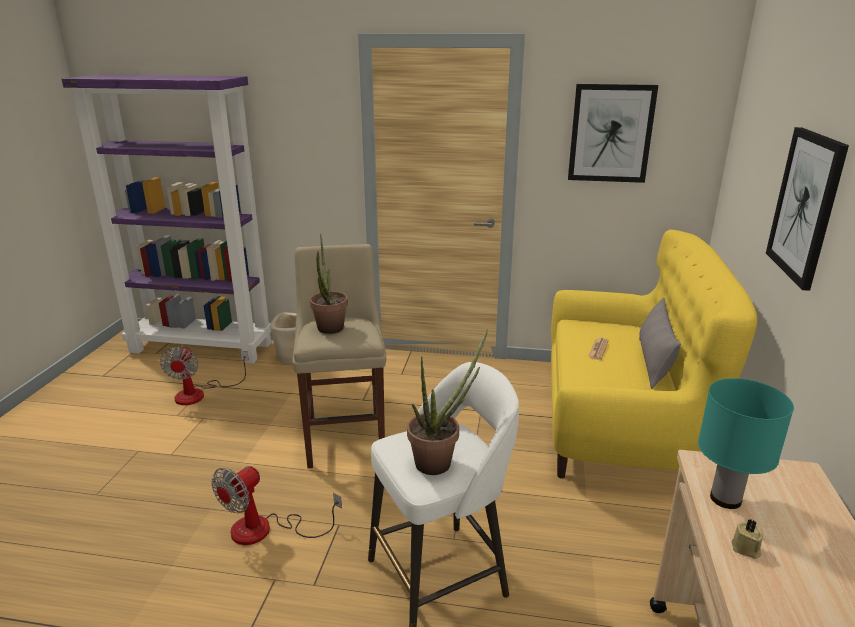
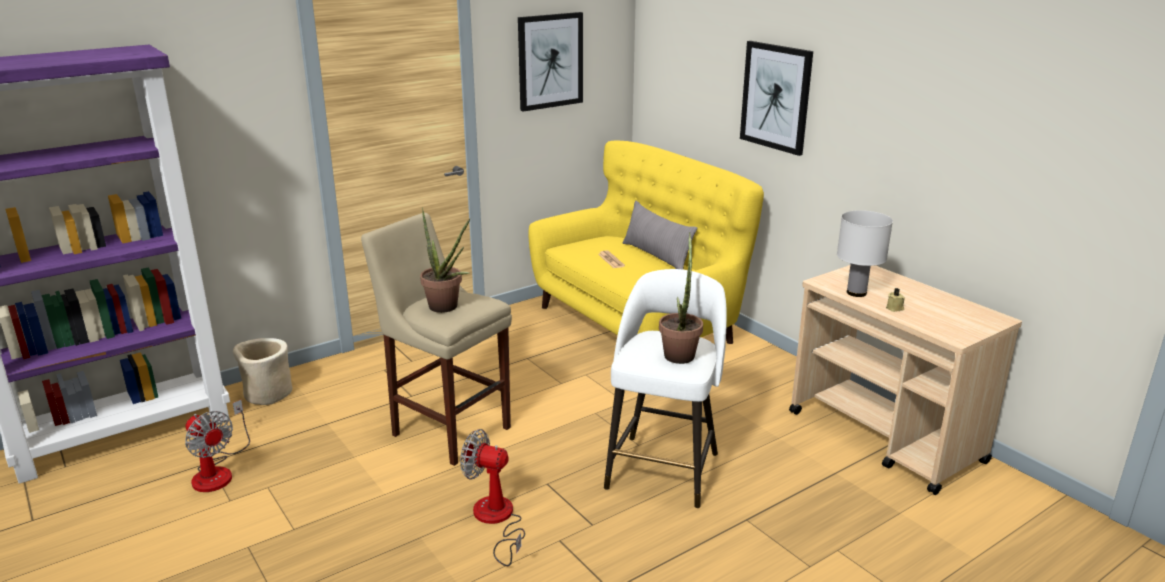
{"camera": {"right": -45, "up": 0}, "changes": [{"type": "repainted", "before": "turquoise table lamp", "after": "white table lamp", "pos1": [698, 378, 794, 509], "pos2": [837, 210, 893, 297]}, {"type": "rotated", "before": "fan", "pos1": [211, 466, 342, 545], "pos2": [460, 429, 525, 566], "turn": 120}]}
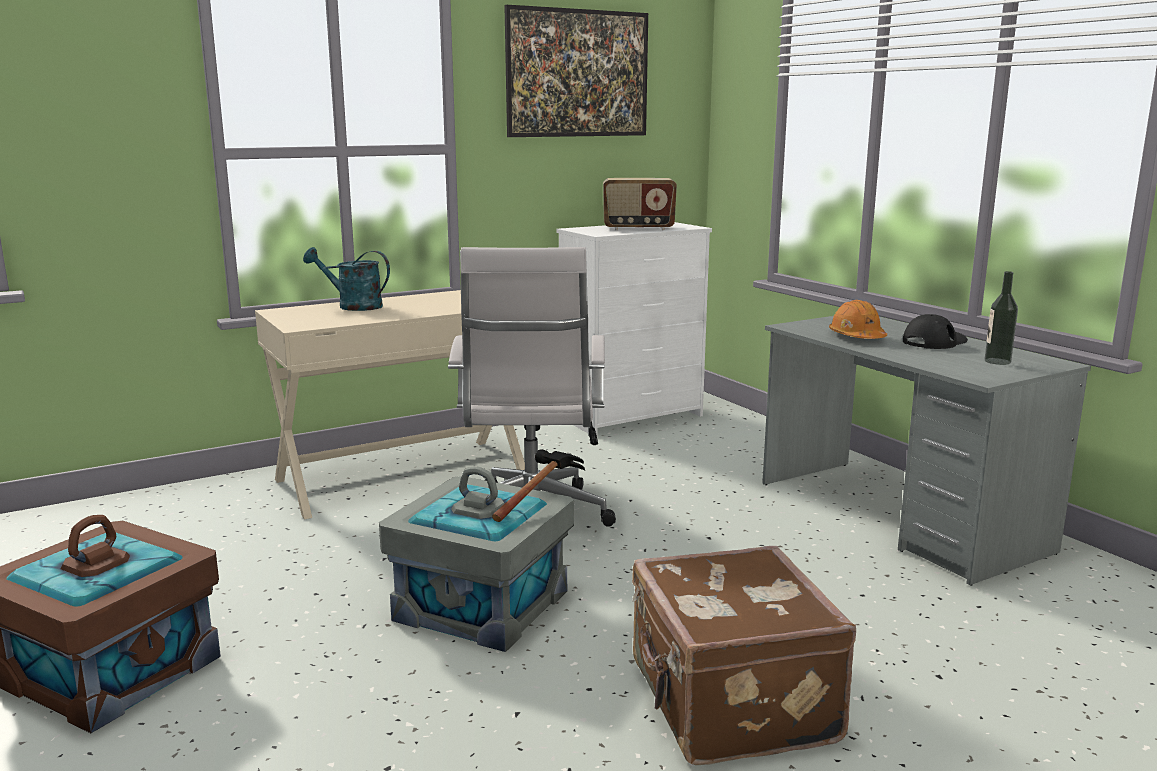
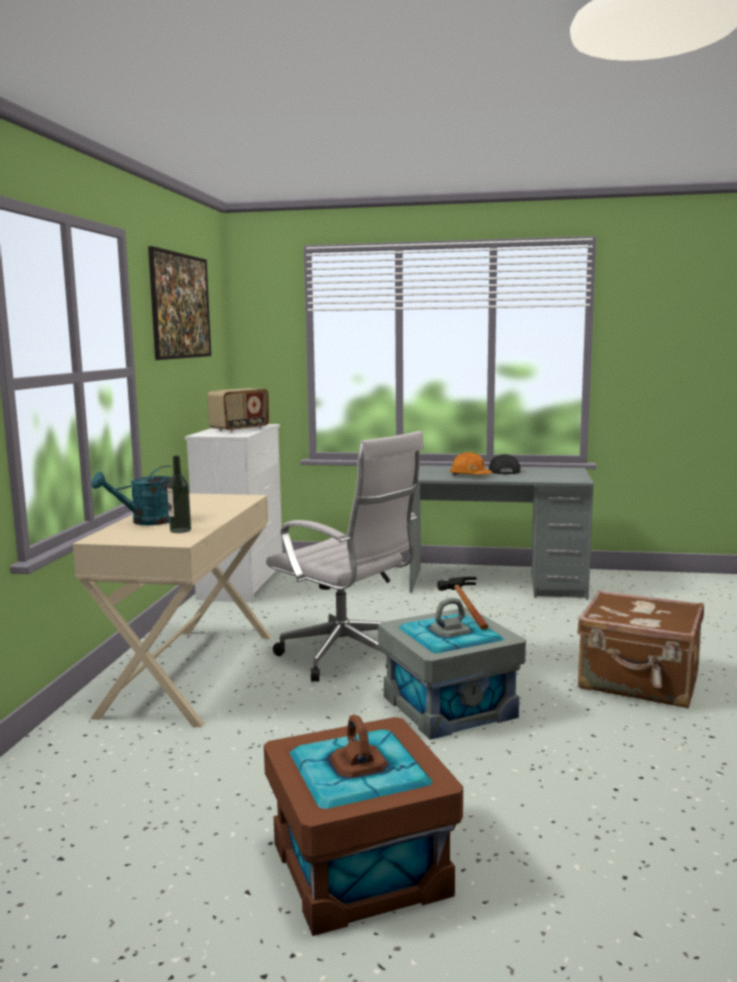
{"camera": {"right": -50, "up": -5}, "changes": [{"type": "shifted", "before": "bottle", "pos1": [985, 271, 1018, 365], "pos2": [167, 455, 191, 533]}]}
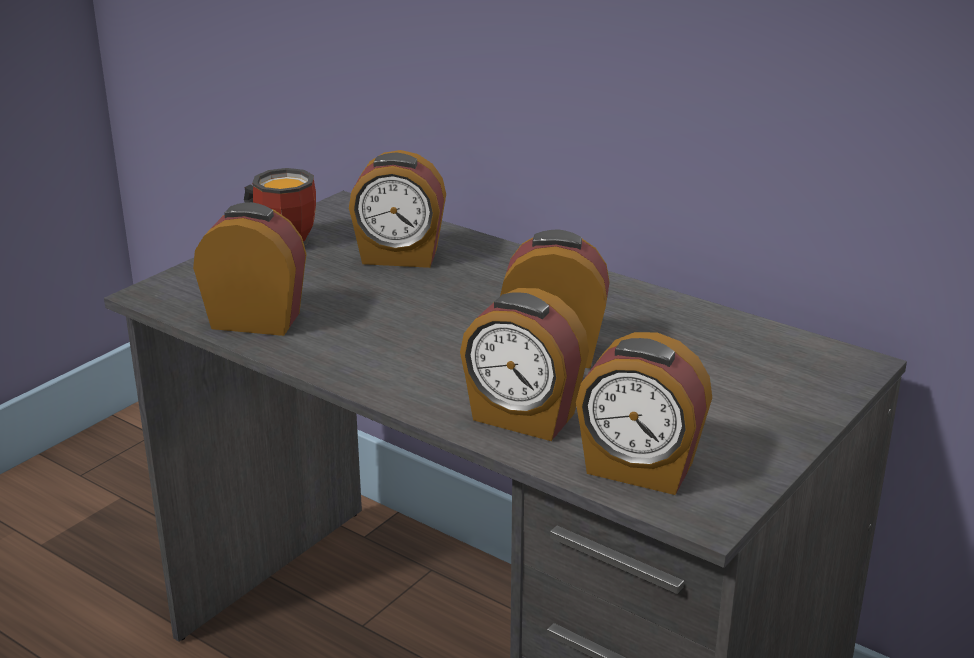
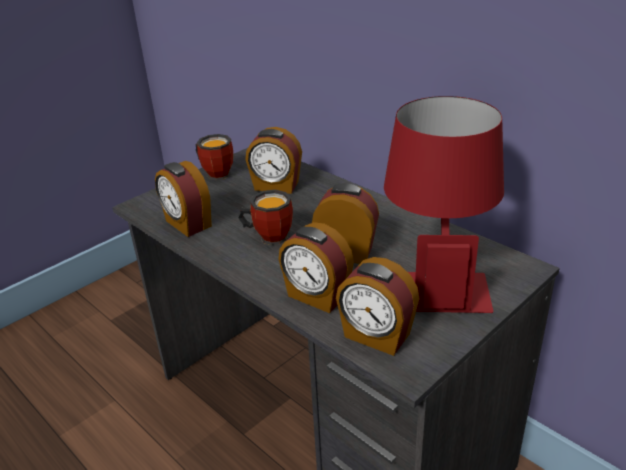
{"camera": {"right": 10, "up": 5}, "changes": [{"type": "rotated", "before": "alarm clock", "pos1": [193, 202, 307, 336], "pos2": [155, 161, 212, 237], "turn": -150}, {"type": "new", "after": "red table lamp", "pos2": [384, 96, 504, 313]}, {"type": "new", "after": "mug", "pos2": [238, 190, 293, 245]}]}
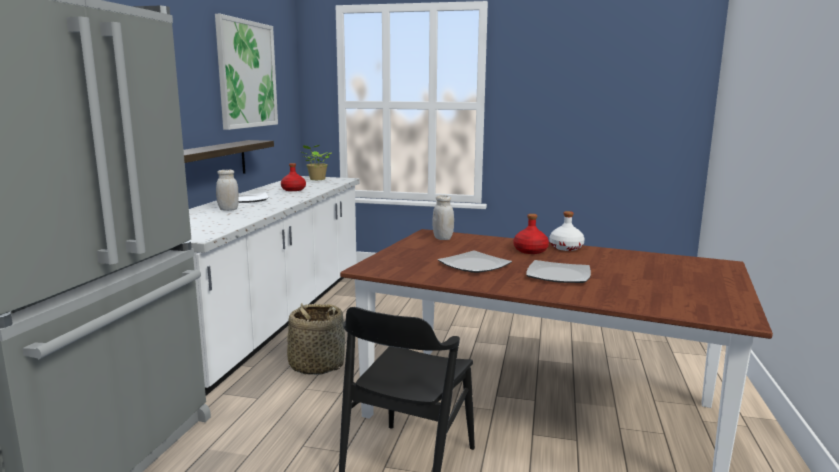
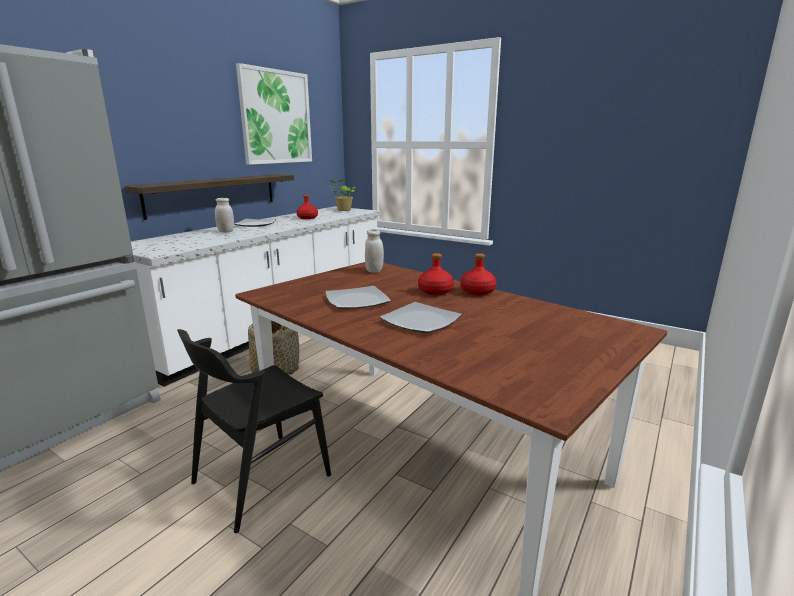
{"camera": {"right": 20, "up": 5}, "changes": [{"type": "repainted", "before": "white bottle", "after": "red bottle", "pos1": [549, 211, 585, 251], "pos2": [460, 253, 497, 296]}]}
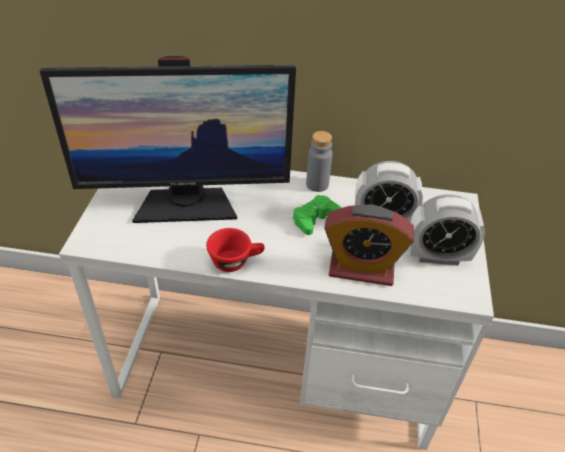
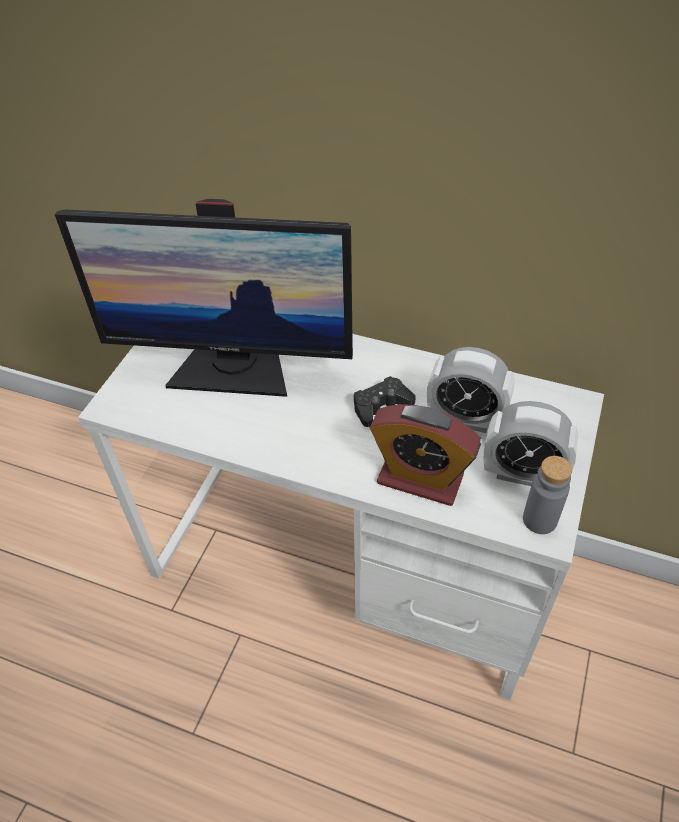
{"camera": {"right": 15, "up": 5}, "changes": [{"type": "shifted", "before": "grey bottle", "pos1": [306, 131, 333, 192], "pos2": [523, 456, 572, 534]}, {"type": "repainted", "before": "green game controller", "after": "black game controller", "pos1": [293, 195, 342, 235], "pos2": [354, 376, 416, 427]}, {"type": "gone", "before": "red cup", "pos1": [206, 228, 265, 272]}]}
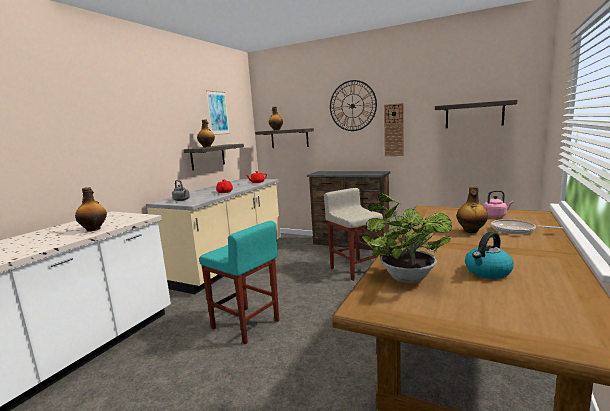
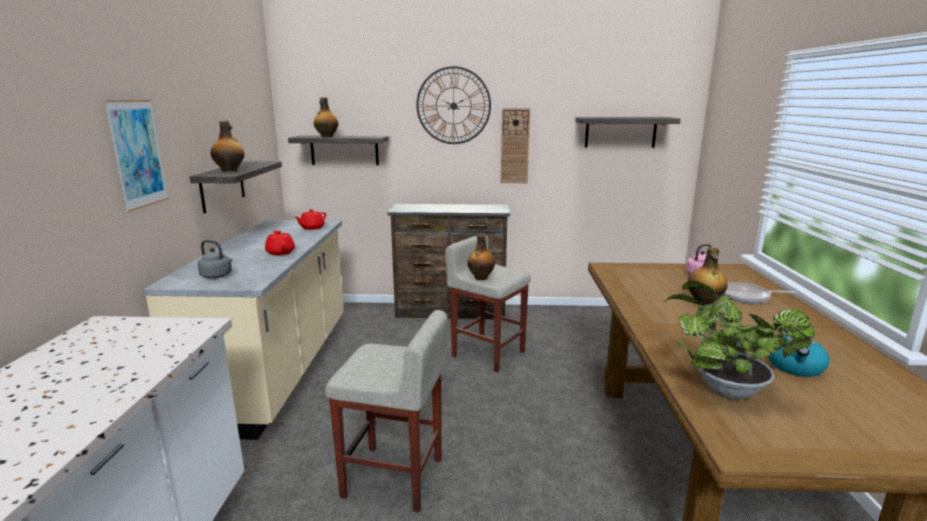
{"camera": {"right": -25, "up": 5}, "changes": [{"type": "shifted", "before": "picture", "pos1": [206, 90, 230, 135], "pos2": [103, 100, 169, 212]}, {"type": "shifted", "before": "bottle", "pos1": [75, 187, 107, 232], "pos2": [467, 234, 495, 280]}, {"type": "repainted", "before": "turquoise stool", "after": "beige stool", "pos1": [199, 221, 279, 344], "pos2": [325, 310, 448, 512]}]}
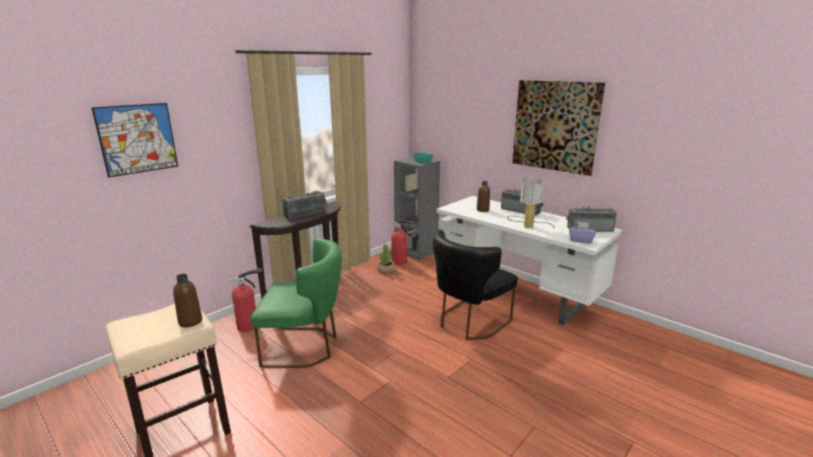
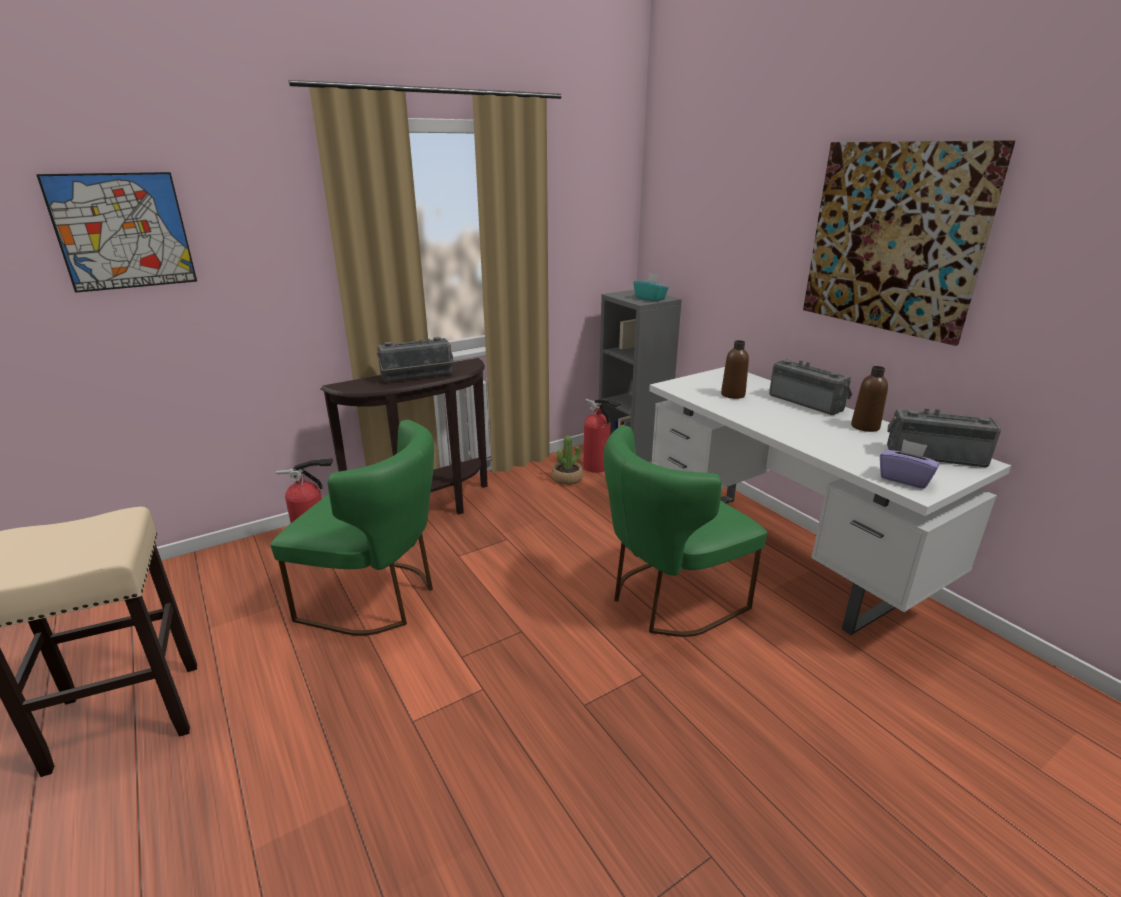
{"camera": {"right": 15, "up": 5}, "changes": [{"type": "gone", "before": "table lamp", "pos1": [507, 179, 555, 228]}, {"type": "repainted", "before": "black chair", "after": "green chair", "pos1": [433, 230, 518, 340], "pos2": [604, 426, 767, 637]}, {"type": "shifted", "before": "brown bottle", "pos1": [173, 274, 202, 327], "pos2": [851, 366, 888, 432]}]}
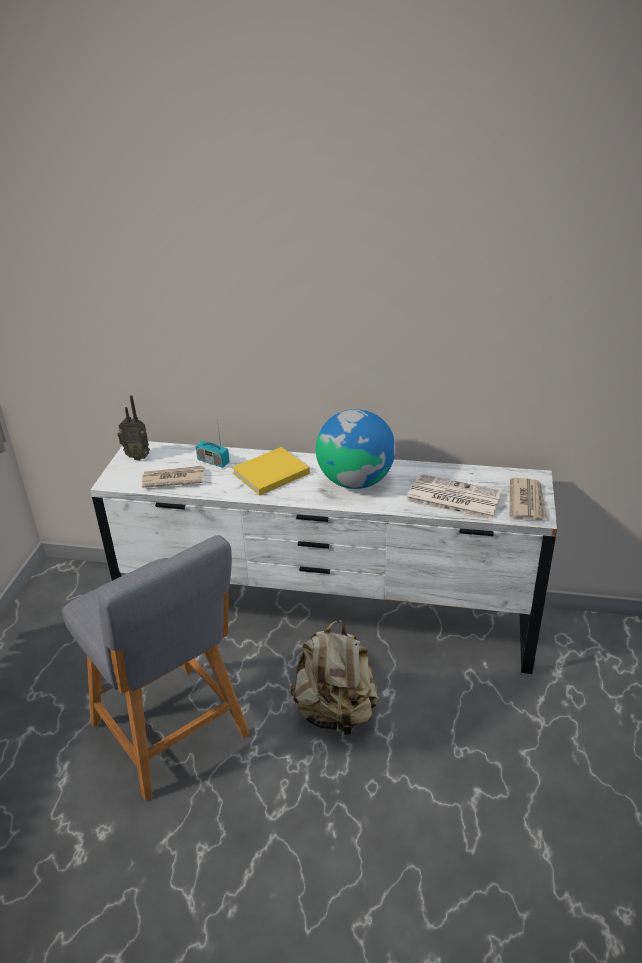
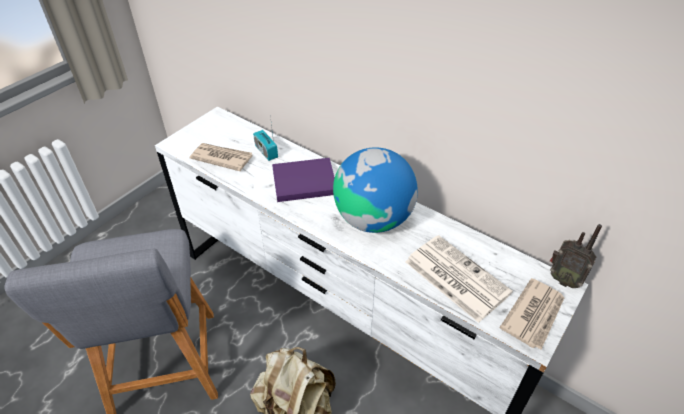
{"camera": {"right": 25, "up": 10}, "changes": [{"type": "shifted", "before": "radio", "pos1": [117, 395, 150, 460], "pos2": [550, 224, 602, 288]}, {"type": "repainted", "before": "yellow book", "after": "purple book", "pos1": [232, 447, 310, 496], "pos2": [272, 158, 335, 202]}]}
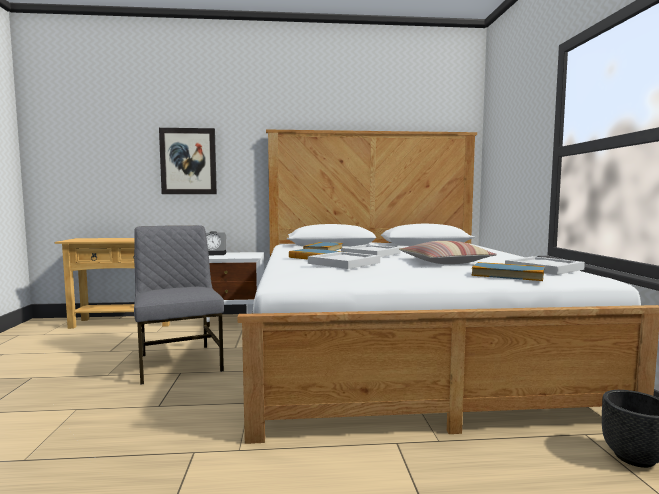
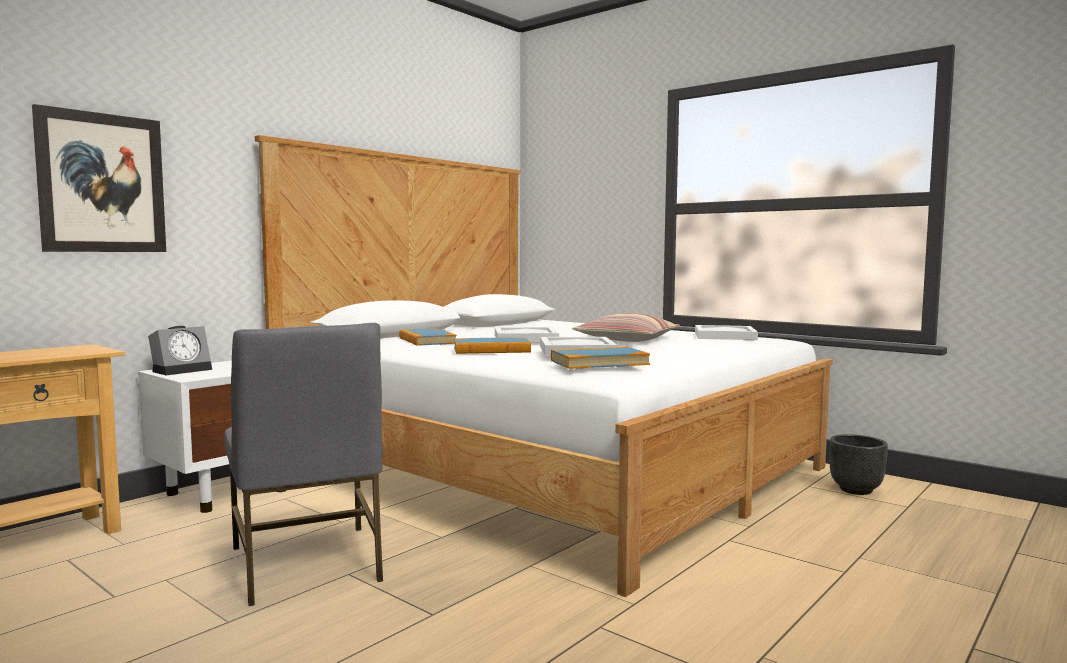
{"camera": {"right": -45, "up": 0}, "changes": [{"type": "rotated", "before": "grey chair", "pos1": [134, 225, 224, 385], "pos2": [224, 323, 383, 606], "turn": -135}, {"type": "shifted", "before": "book", "pos1": [471, 262, 544, 281], "pos2": [551, 347, 650, 369]}]}
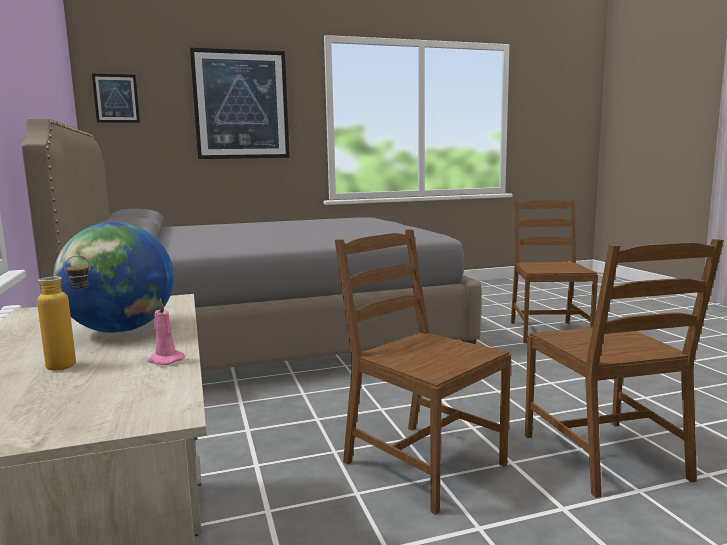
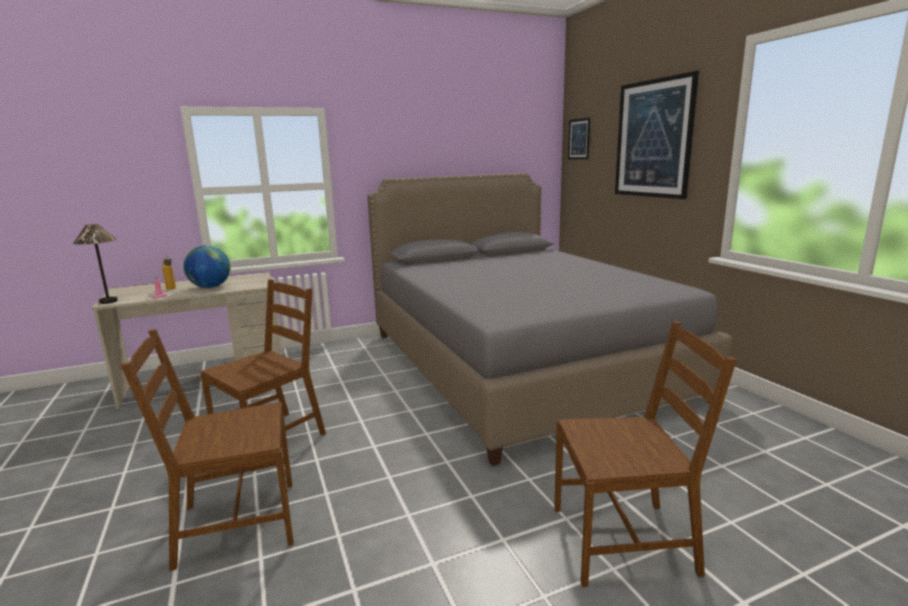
{"camera": {"right": 85, "up": 5}, "changes": [{"type": "new", "after": "table lamp", "pos2": [73, 224, 118, 304]}]}
